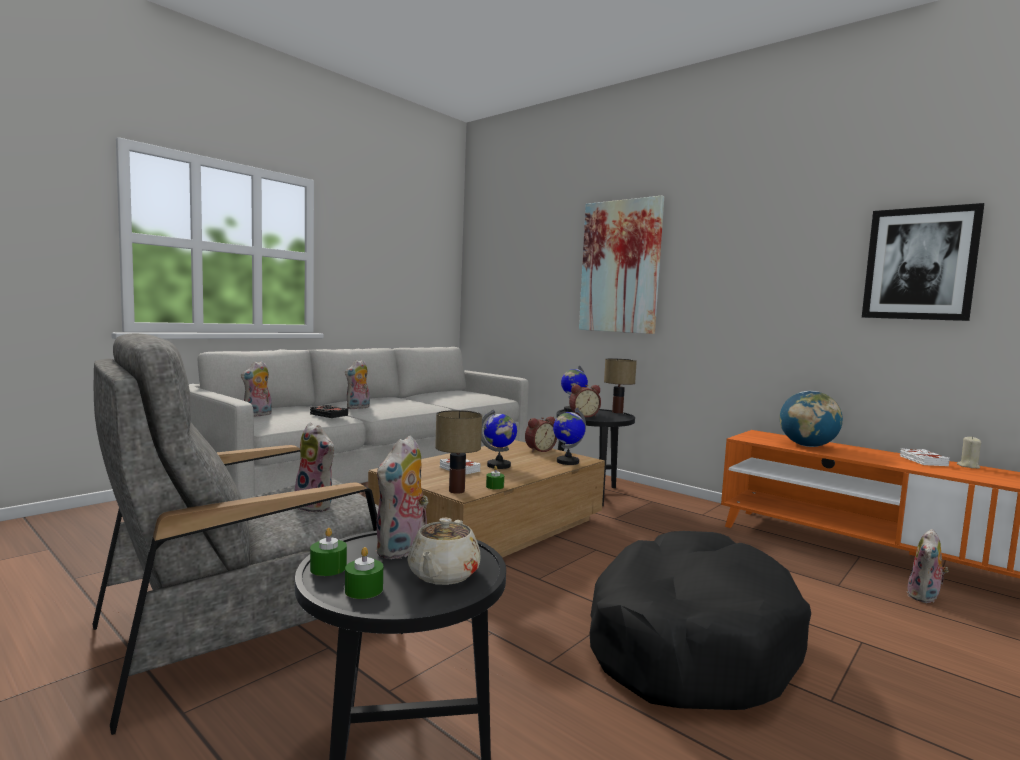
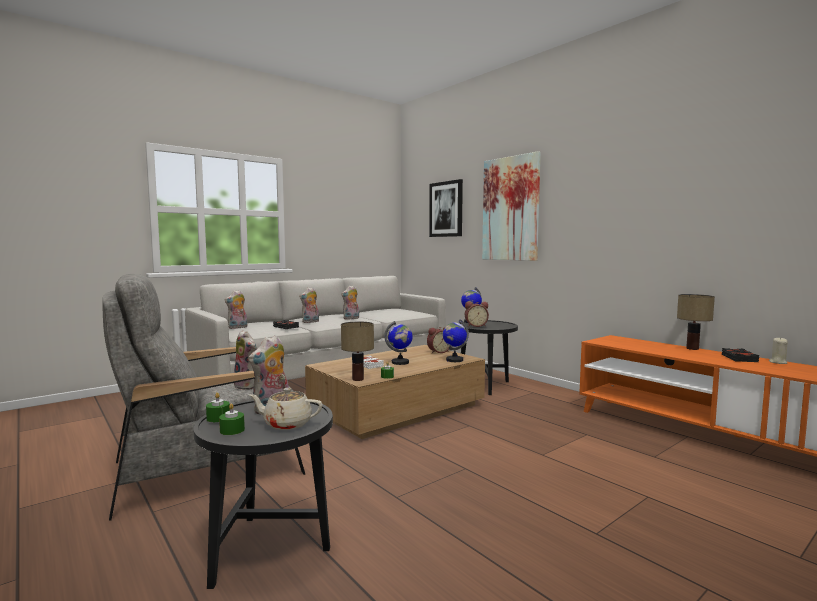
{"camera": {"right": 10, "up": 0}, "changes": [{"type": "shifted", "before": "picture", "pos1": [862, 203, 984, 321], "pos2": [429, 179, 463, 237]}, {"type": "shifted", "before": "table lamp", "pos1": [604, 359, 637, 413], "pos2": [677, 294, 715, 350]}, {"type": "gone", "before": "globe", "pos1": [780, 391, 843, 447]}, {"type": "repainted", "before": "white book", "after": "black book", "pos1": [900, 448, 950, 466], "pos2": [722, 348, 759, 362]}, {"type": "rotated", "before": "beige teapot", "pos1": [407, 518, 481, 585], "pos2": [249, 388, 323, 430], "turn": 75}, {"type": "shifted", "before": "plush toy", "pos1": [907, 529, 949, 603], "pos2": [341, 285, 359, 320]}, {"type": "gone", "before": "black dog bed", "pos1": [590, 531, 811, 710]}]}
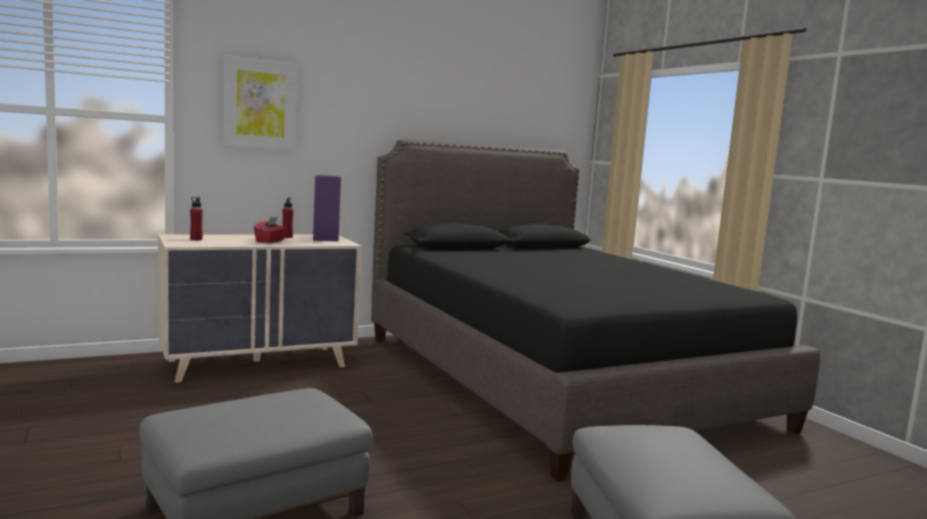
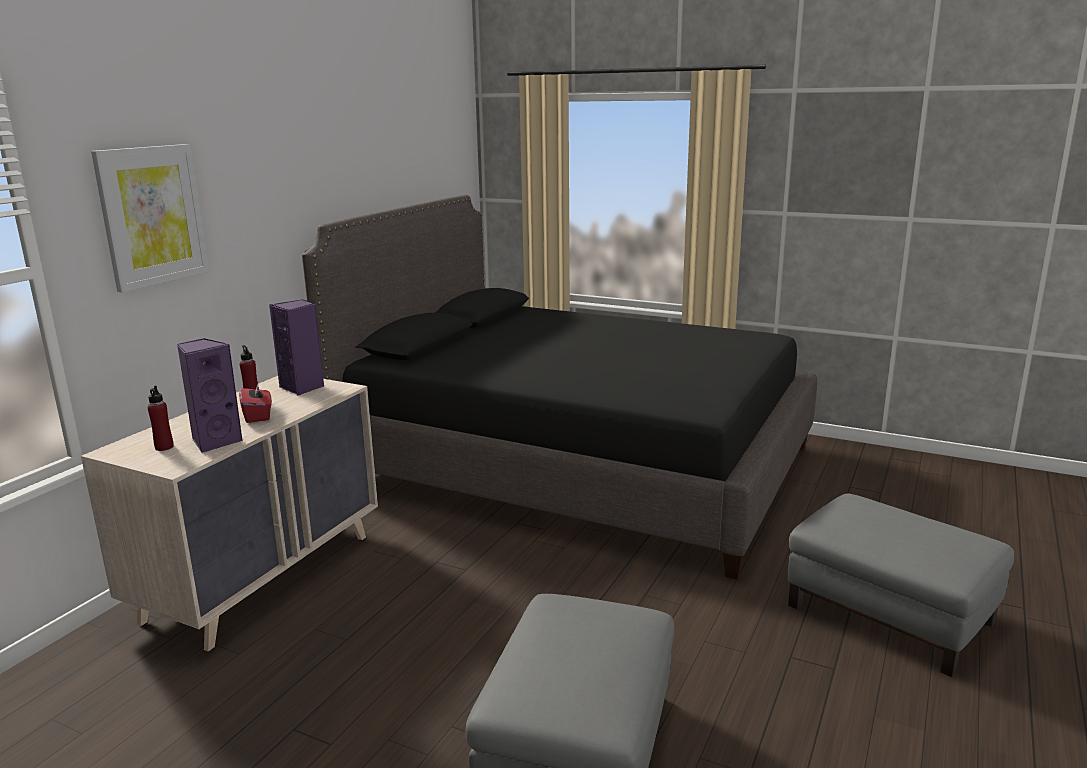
{"camera": {"right": -35, "up": 10}, "changes": [{"type": "new", "after": "purple speaker", "pos2": [177, 338, 243, 454]}]}
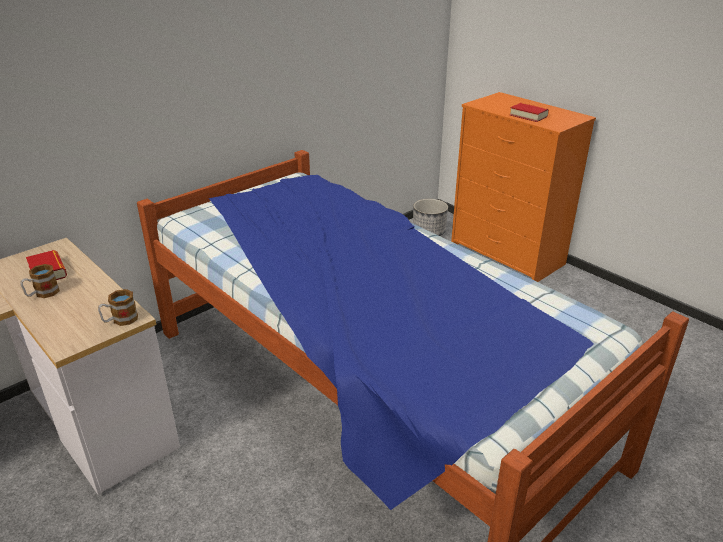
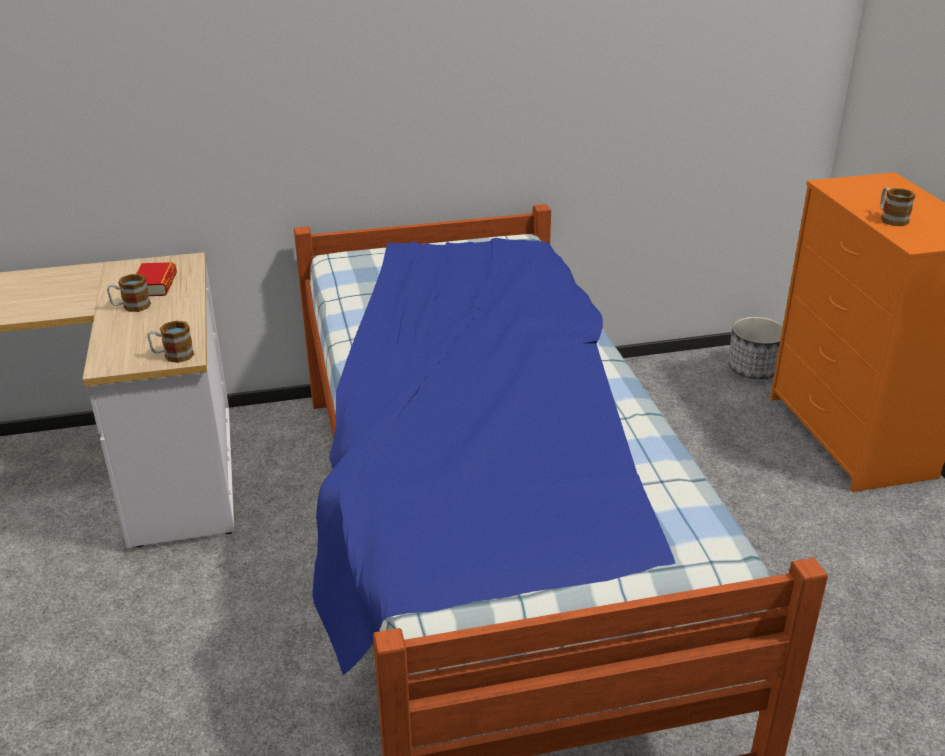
{"camera": {"right": 30, "up": 0}, "changes": [{"type": "swapped", "before": "book", "after": "mug", "pos1": [510, 103, 549, 122], "pos2": [880, 188, 916, 226]}]}
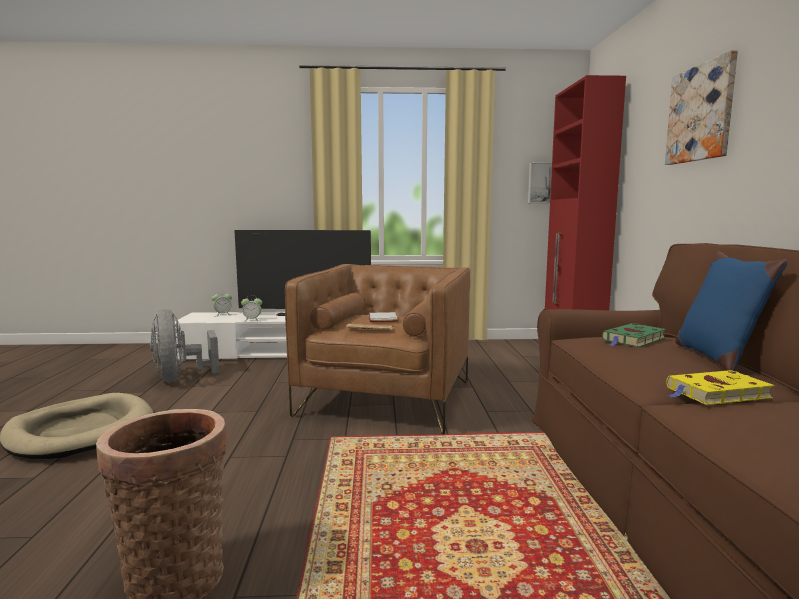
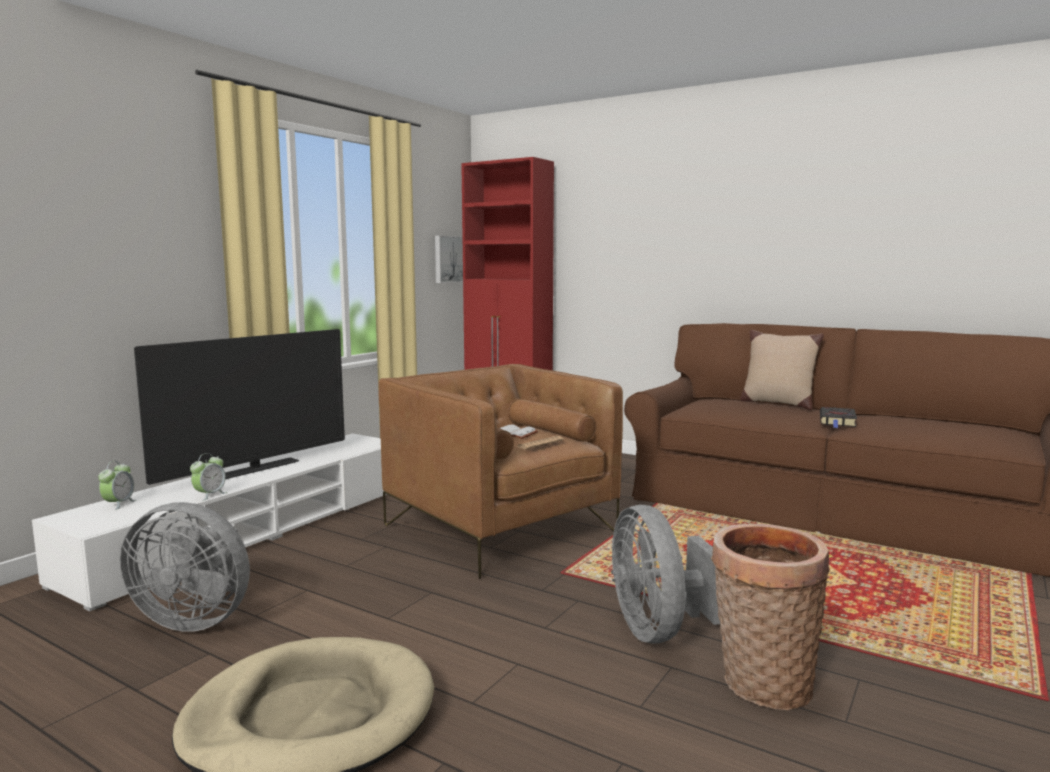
{"camera": {"right": -55, "up": 0}, "changes": [{"type": "gone", "before": "picture", "pos1": [665, 50, 738, 165]}, {"type": "repainted", "before": "blue pillow", "after": "beige pillow", "pos1": [675, 252, 787, 371], "pos2": [740, 330, 824, 410]}, {"type": "gone", "before": "green book", "pos1": [602, 323, 666, 347]}, {"type": "repainted", "before": "yellow book", "after": "black book", "pos1": [666, 370, 775, 405], "pos2": [820, 407, 857, 428]}, {"type": "new", "after": "grey fan", "pos2": [611, 505, 720, 643]}]}
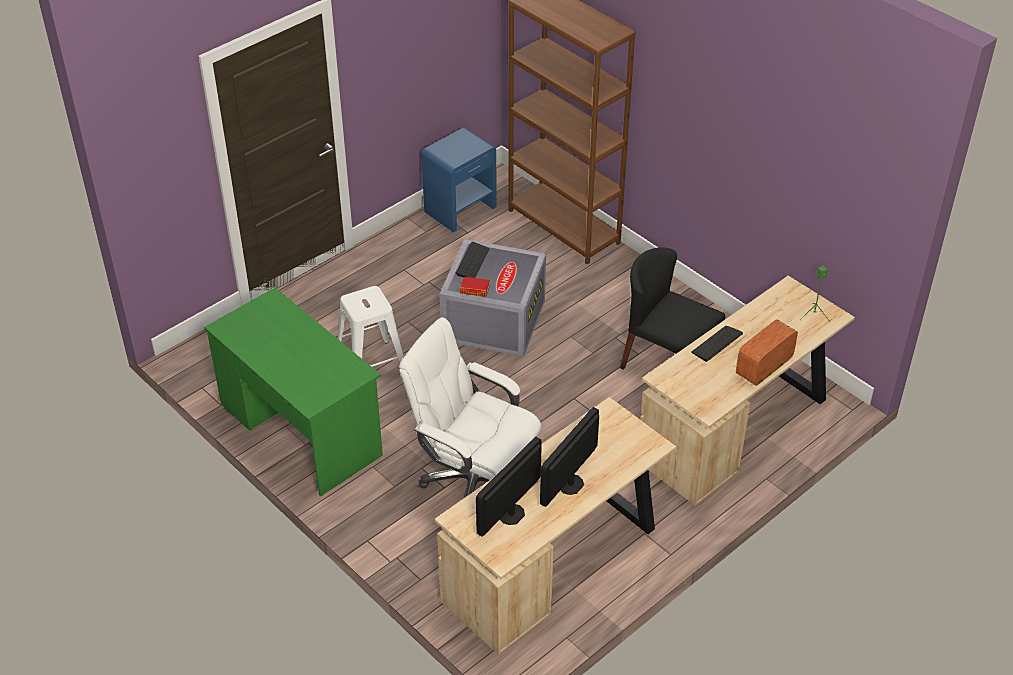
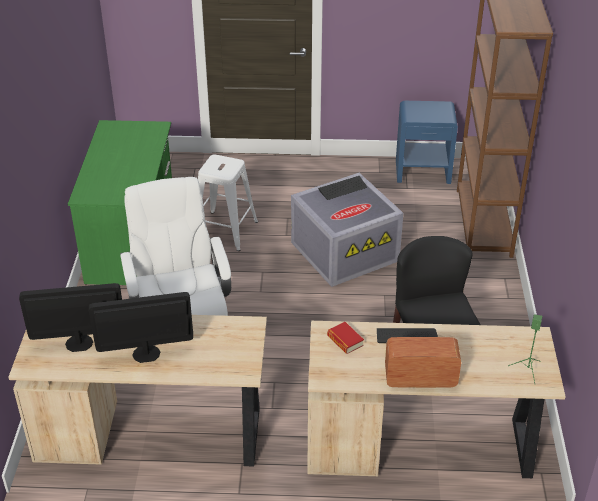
{"camera": {"right": 45, "up": -5}, "changes": [{"type": "shifted", "before": "book", "pos1": [460, 277, 490, 297], "pos2": [327, 322, 364, 354]}]}
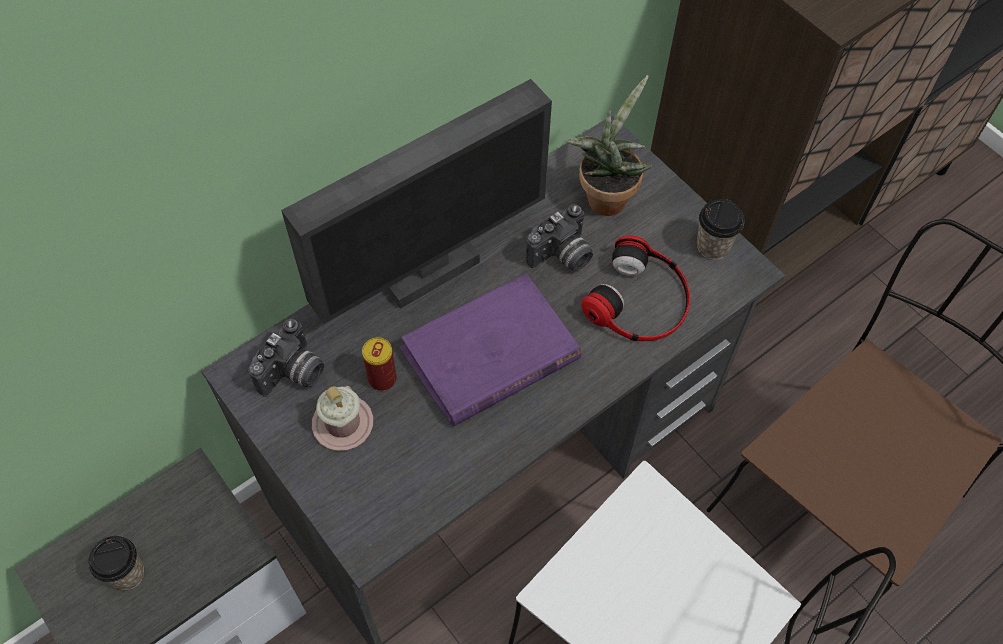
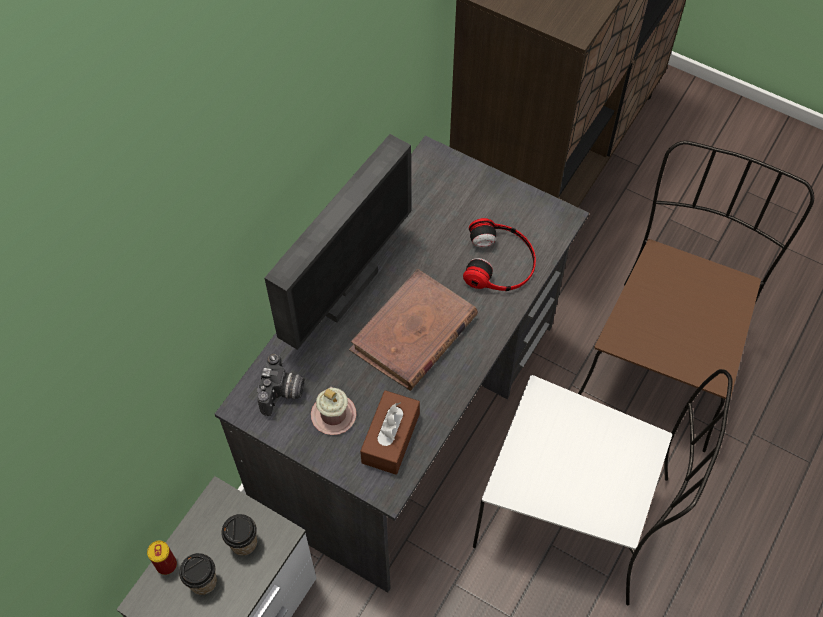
{"camera": {"right": -20, "up": 0}, "changes": [{"type": "gone", "before": "potted plant", "pos1": [565, 75, 652, 216]}, {"type": "shifted", "before": "cup", "pos1": [696, 199, 744, 260], "pos2": [221, 514, 257, 556]}, {"type": "gone", "before": "photo camera", "pos1": [525, 204, 593, 271]}, {"type": "repainted", "before": "purple book", "after": "brown book", "pos1": [399, 273, 581, 427], "pos2": [349, 269, 478, 391]}, {"type": "shifted", "before": "can", "pos1": [362, 337, 397, 391], "pos2": [147, 541, 177, 575]}, {"type": "new", "after": "brown tissue box", "pos2": [360, 390, 420, 475]}]}
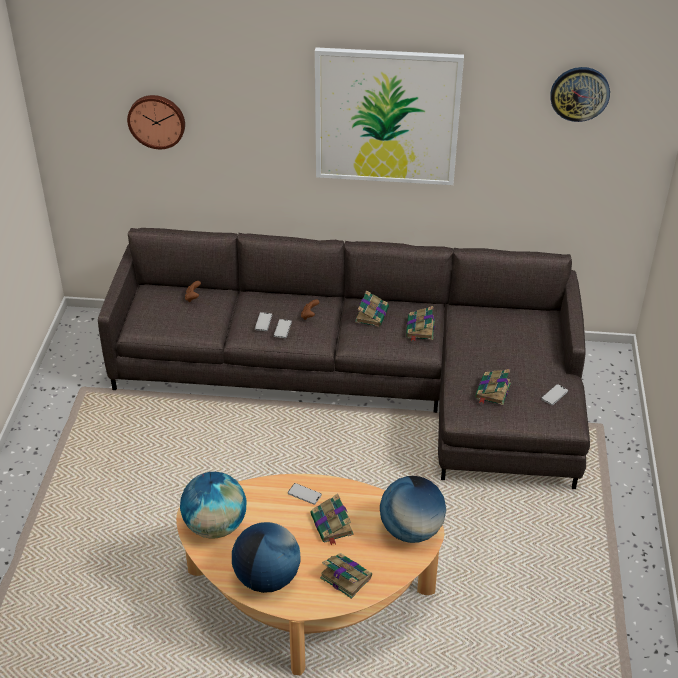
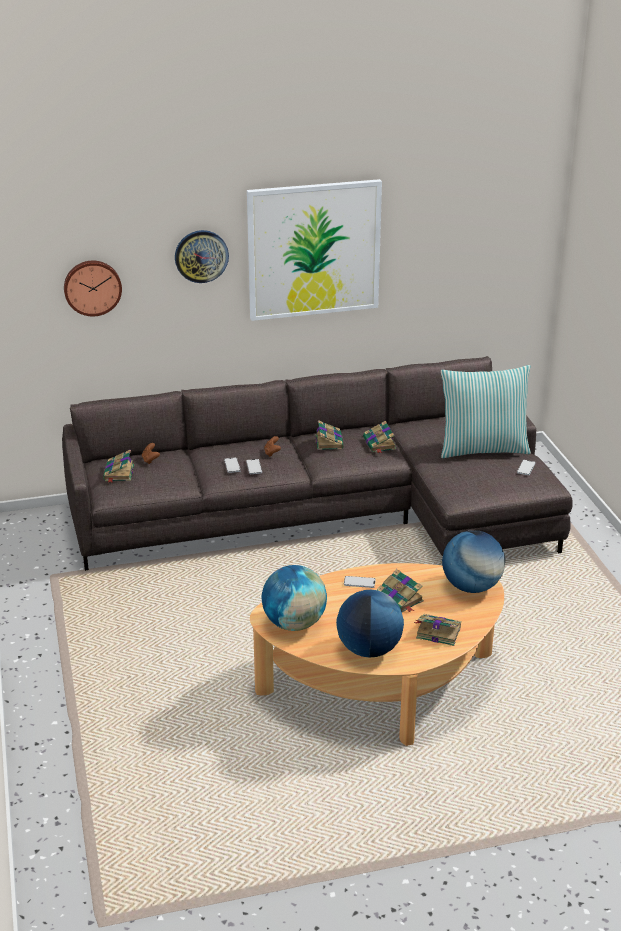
{"camera": {"right": -20, "up": -10}, "changes": [{"type": "shifted", "before": "wall clock", "pos1": [550, 67, 610, 122], "pos2": [175, 230, 229, 283]}, {"type": "shifted", "before": "book", "pos1": [475, 369, 511, 405], "pos2": [103, 450, 134, 483]}, {"type": "new", "after": "pillow", "pos2": [441, 365, 531, 458]}]}
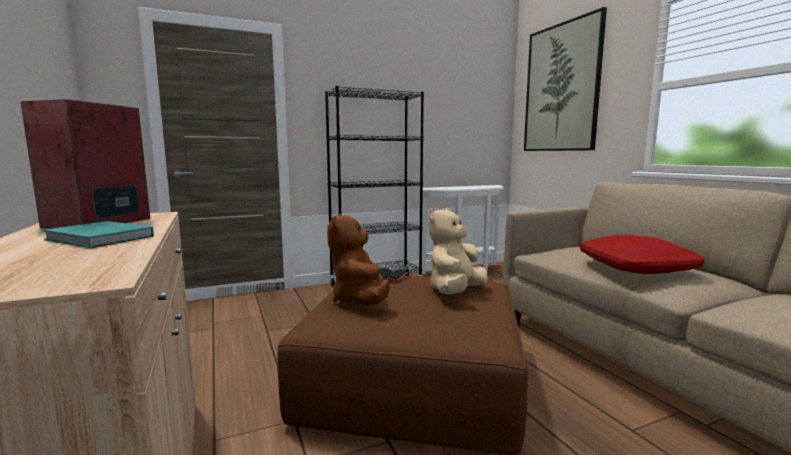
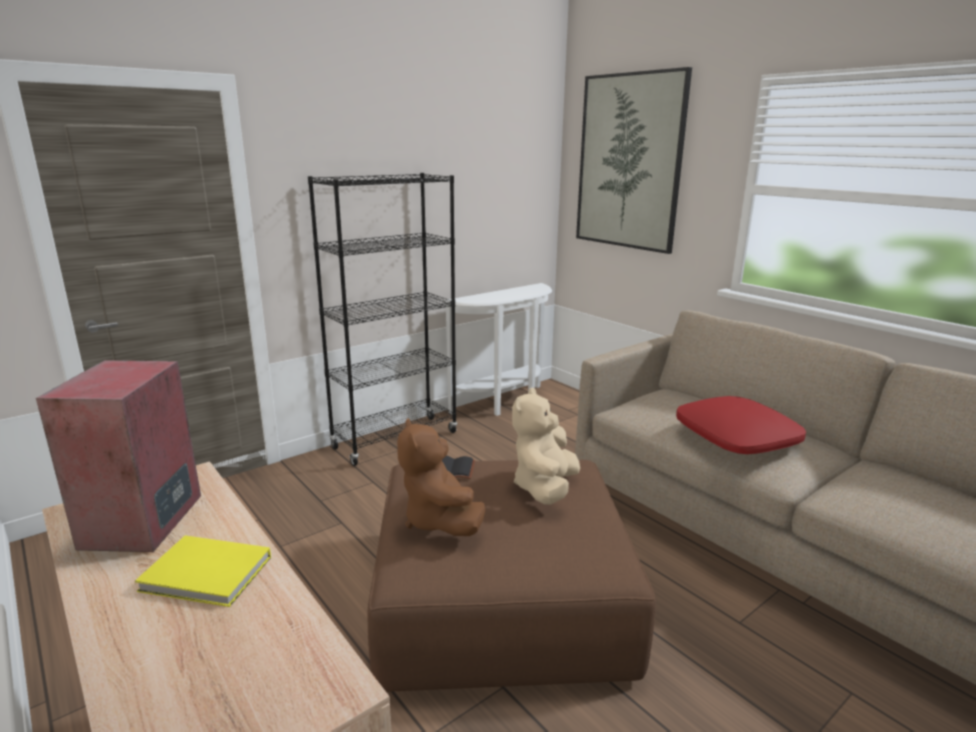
{"camera": {"right": -15, "up": 10}, "changes": [{"type": "repainted", "before": "turquoise book", "after": "yellow book", "pos1": [43, 221, 154, 248], "pos2": [135, 535, 271, 607]}]}
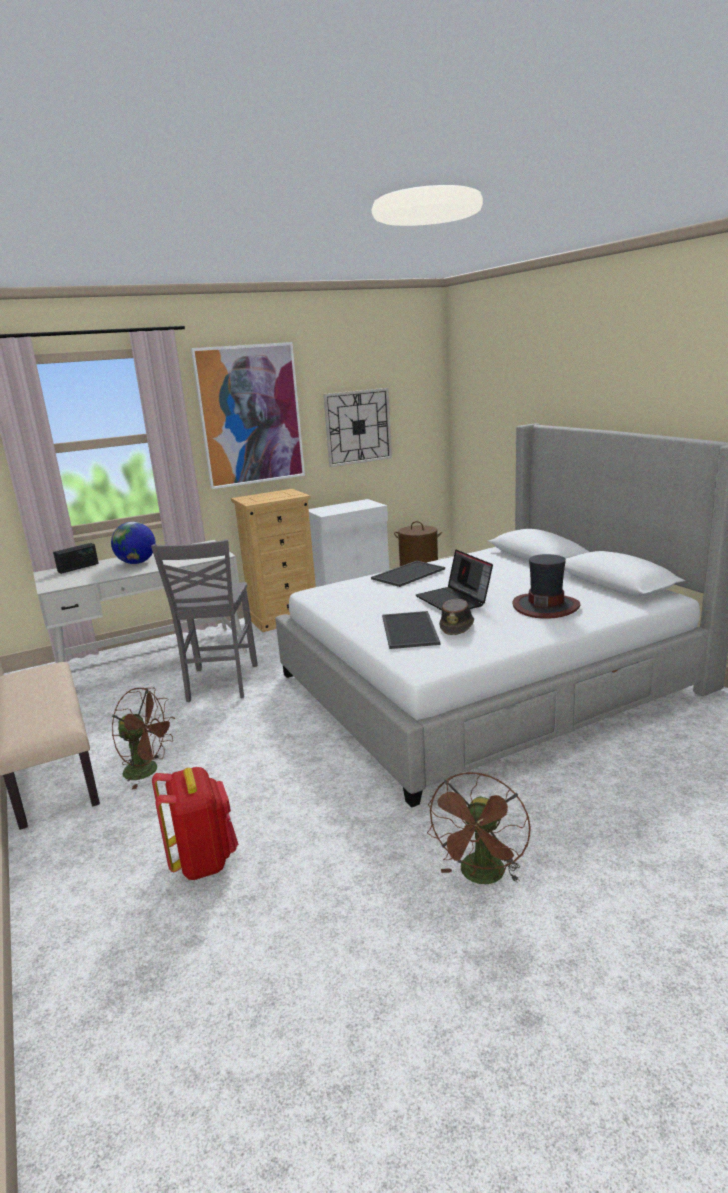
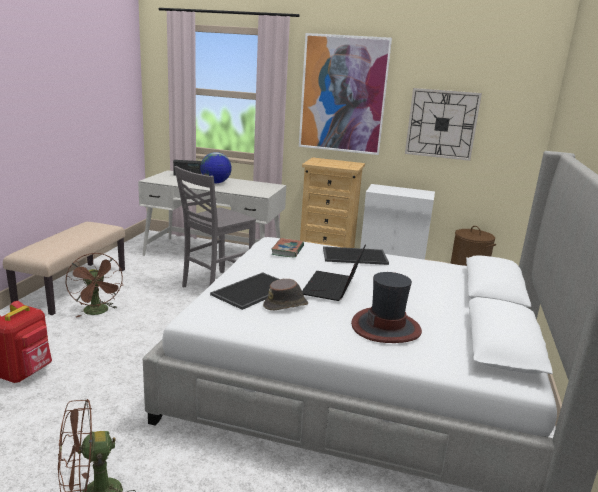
{"camera": {"right": 40, "up": 0}, "changes": [{"type": "new", "after": "book", "pos2": [271, 238, 304, 258]}]}
